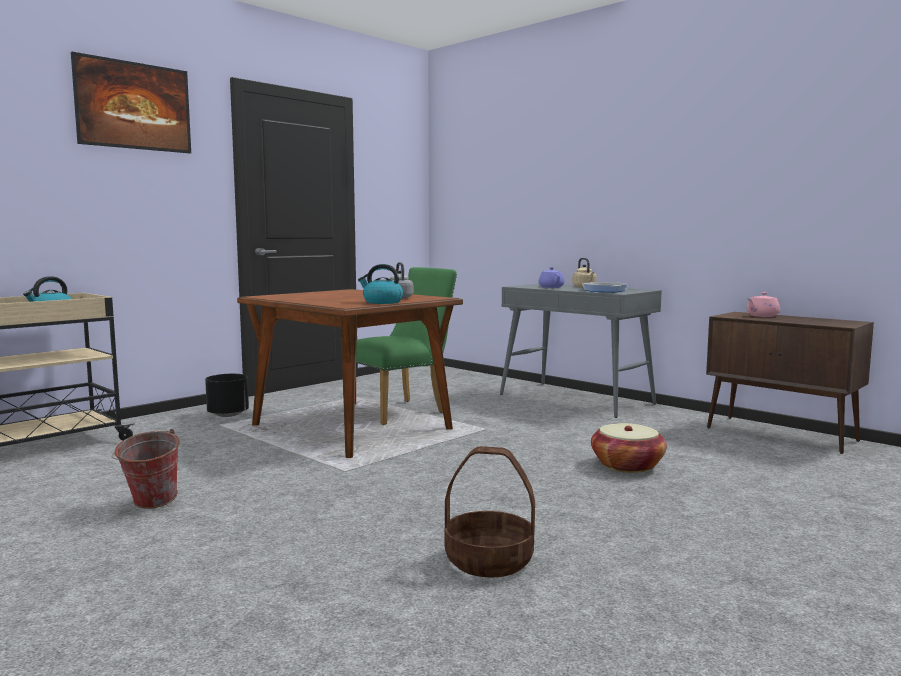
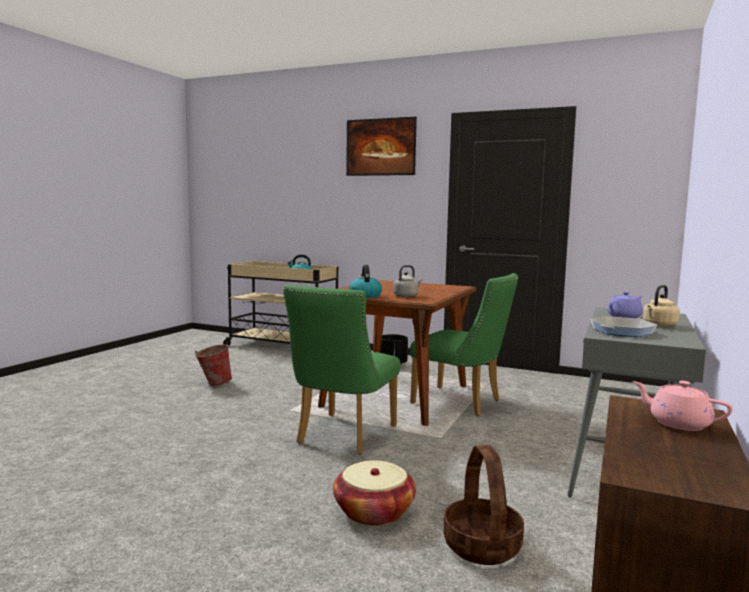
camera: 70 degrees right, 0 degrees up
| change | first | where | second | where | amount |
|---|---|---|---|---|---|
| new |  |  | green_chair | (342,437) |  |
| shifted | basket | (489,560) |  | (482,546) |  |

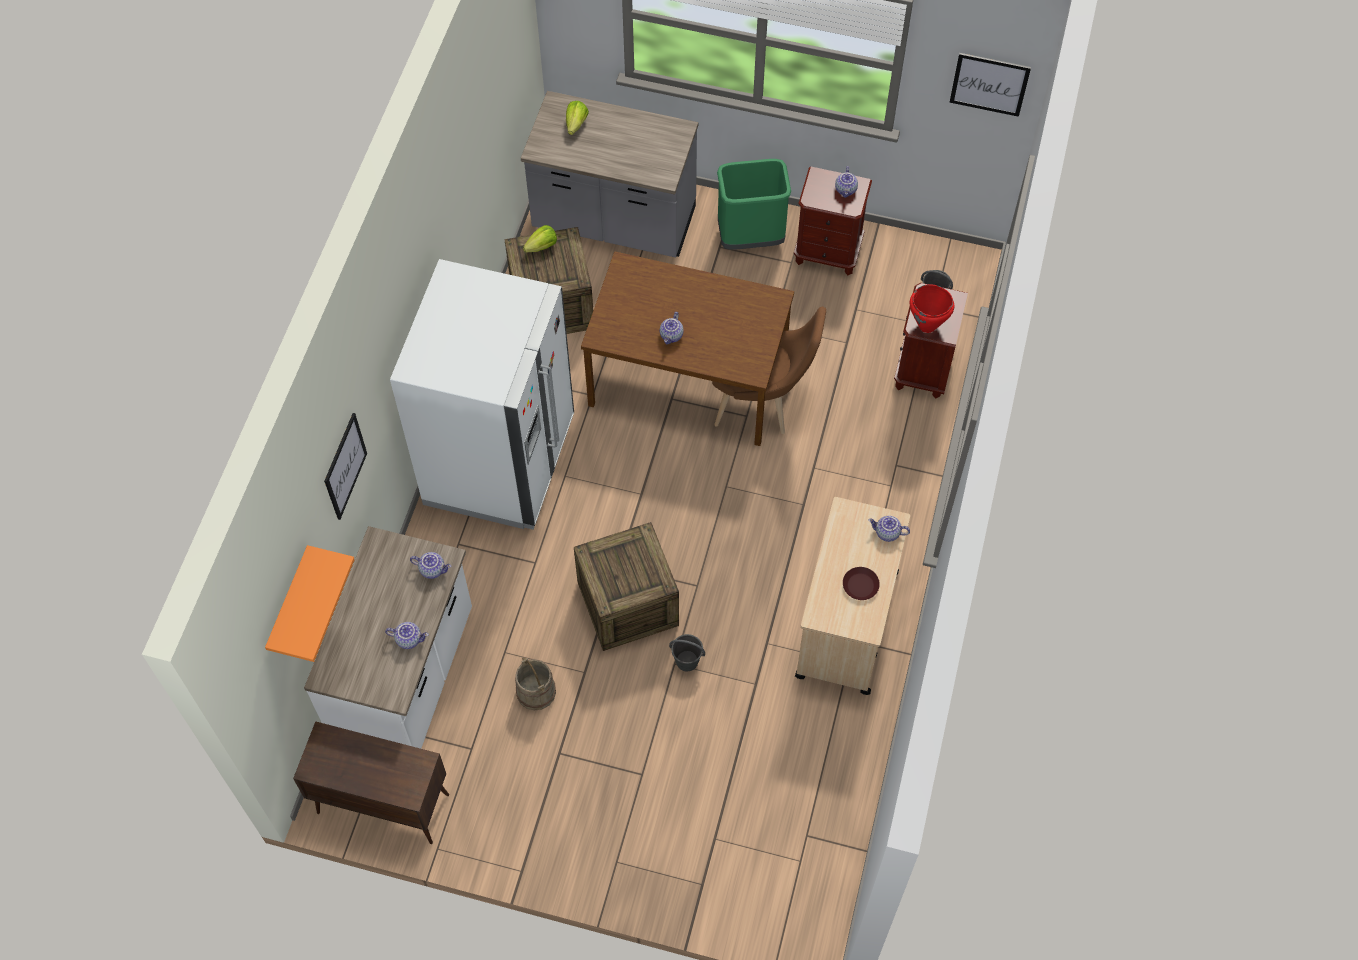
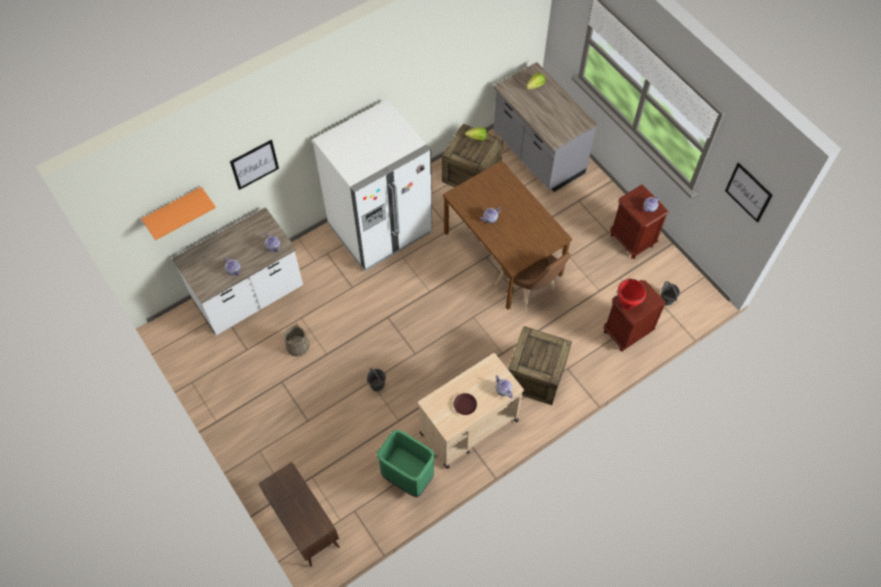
camera: 40 degrees right, 0 degrees up
| change | first | where | second | where | amount |
|---|---|---|---|---|---|
| shifted | brown_cabinet | (382,803) |  | (304,525) |  |
| shifted | green_trash_can | (750,238) |  | (407,477) |  |
| shifted | crate | (628,604) |  | (535,376) |  |

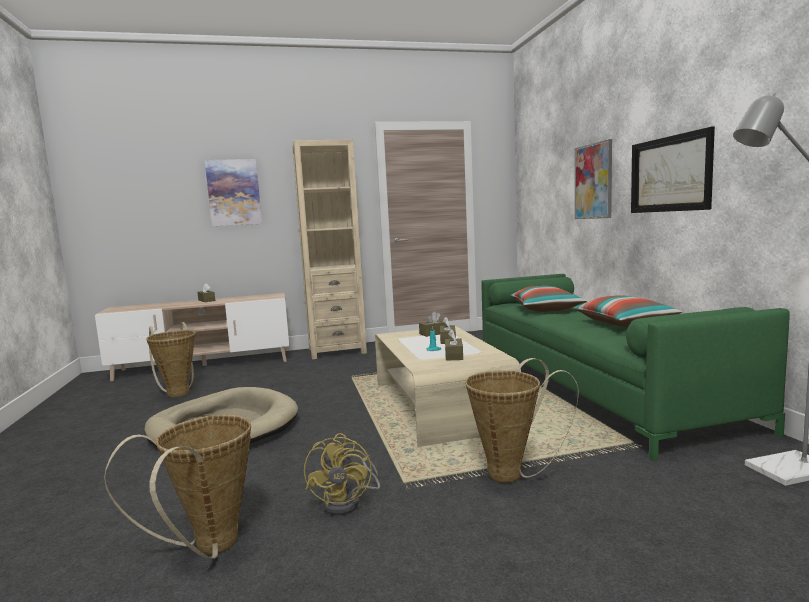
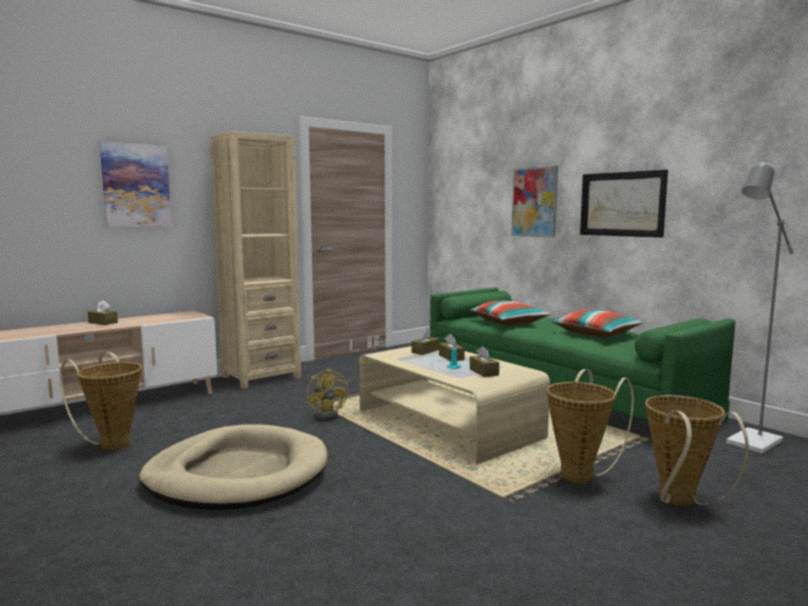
camera: 25 degrees left, 0 degrees up
| change | first | where | second | where | amount |
|---|---|---|---|---|---|
| shifted | yellow_fan | (348,502) |  | (329,415) |  |
| shifted | basket | (208,549) |  | (680,503) |  |

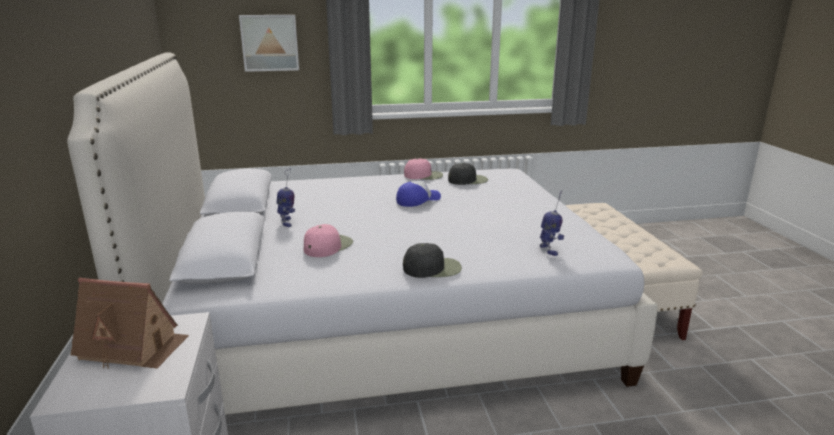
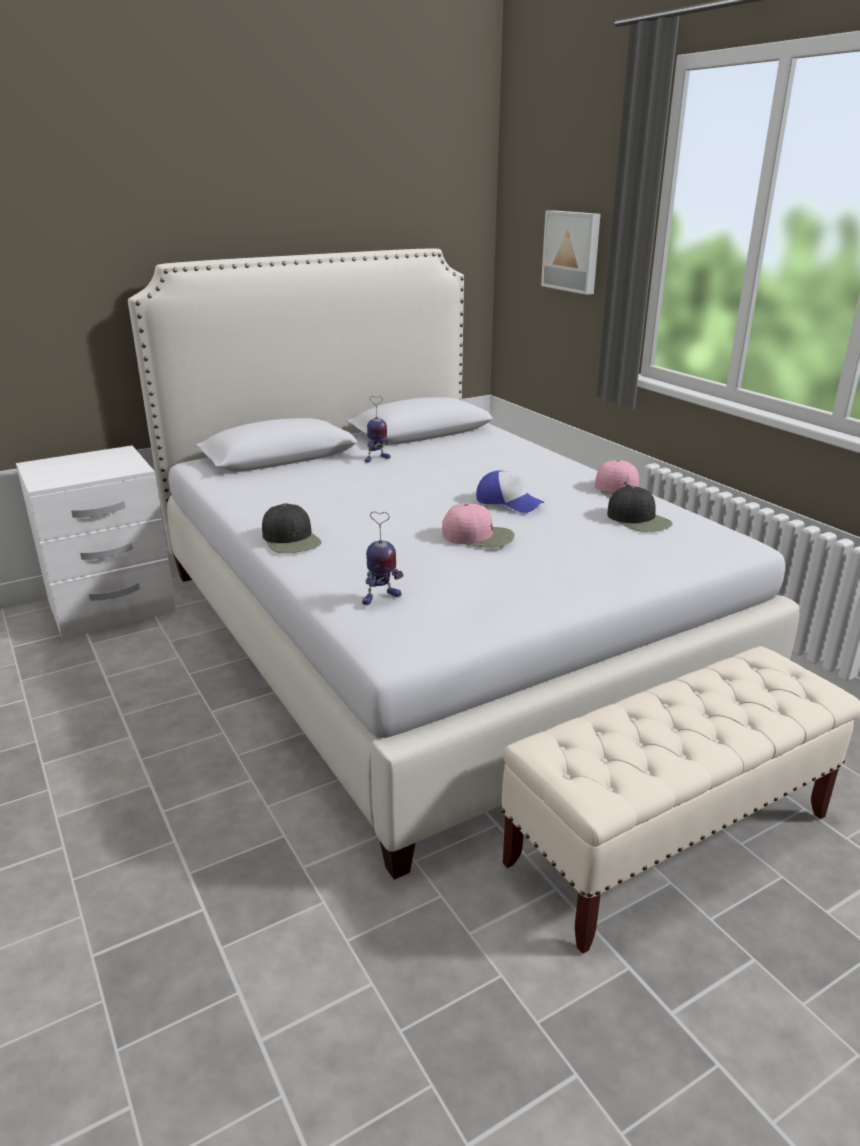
camera: 70 degrees right, 5 degrees up
| change | first | where | second | where | amount |
|---|---|---|---|---|---|
| shifted | pink_cap | (328,246) |  | (479,536) |  |
| gone | toy_house | (133,347) |  |  |  |

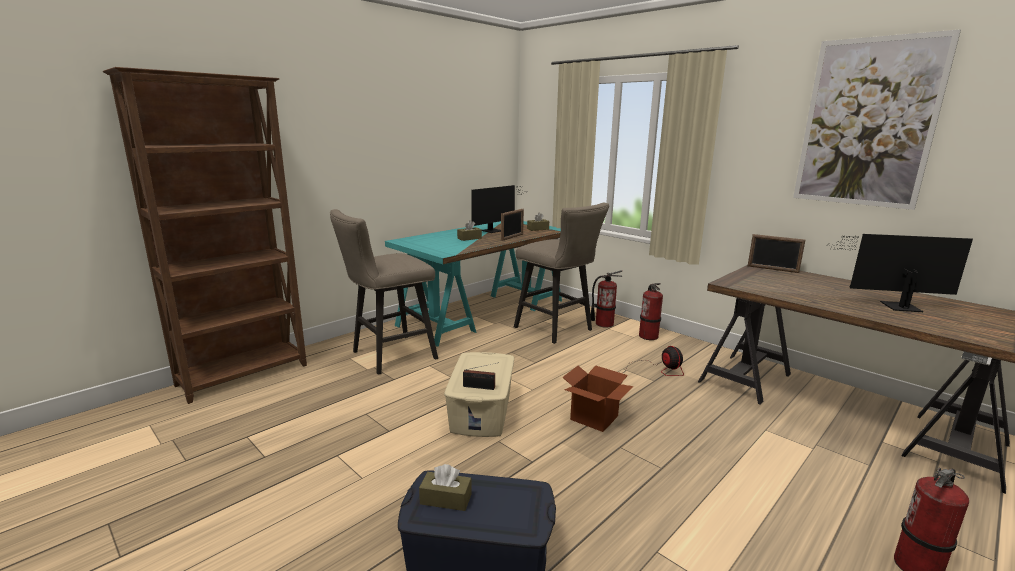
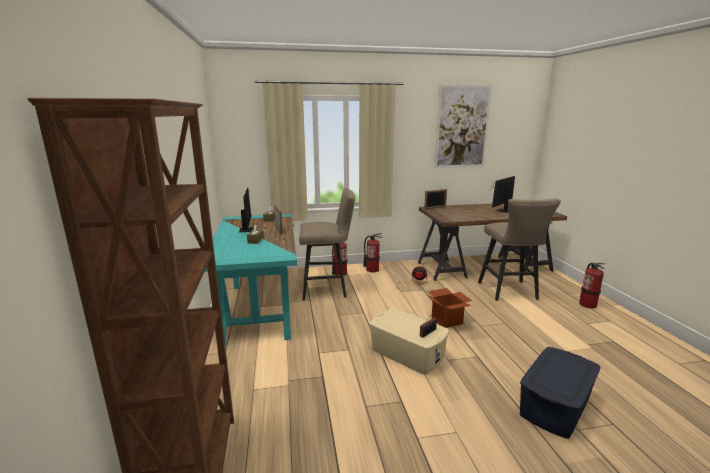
camera: 55 degrees left, 0 degrees up
| change | first | where | second | where | amount |
|---|---|---|---|---|---|
| shifted | beige_stool | (388,356) |  | (509,292) |  |
| gone | brown_tissue_box | (446,499) |  |  |  |

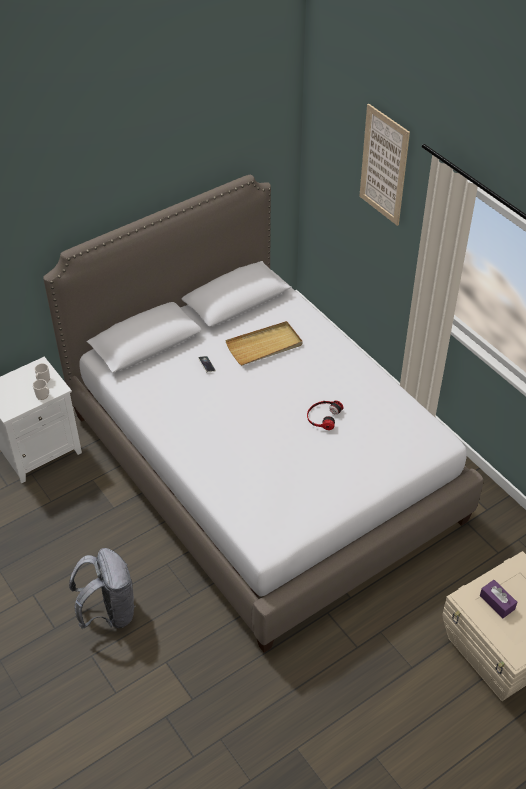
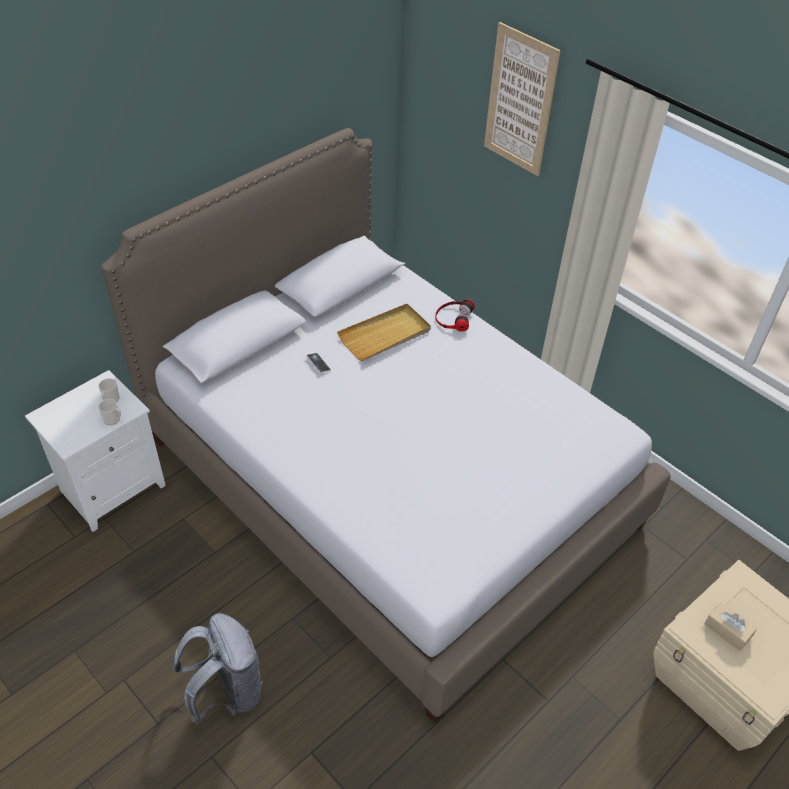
camera: 10 degrees left, 0 degrees up
| change | first | where | second | where | amount |
|---|---|---|---|---|---|
| shifted | headphones | (323,416) |  | (453,318) |  |
| repainted | purple_tissue_box | (497,602) | beige_tissue_box | (727,630) |  |

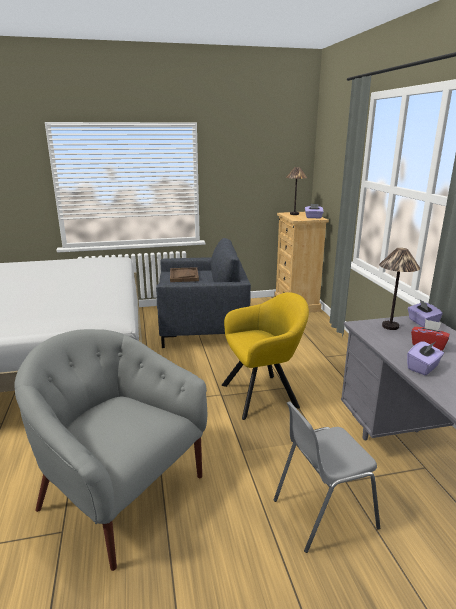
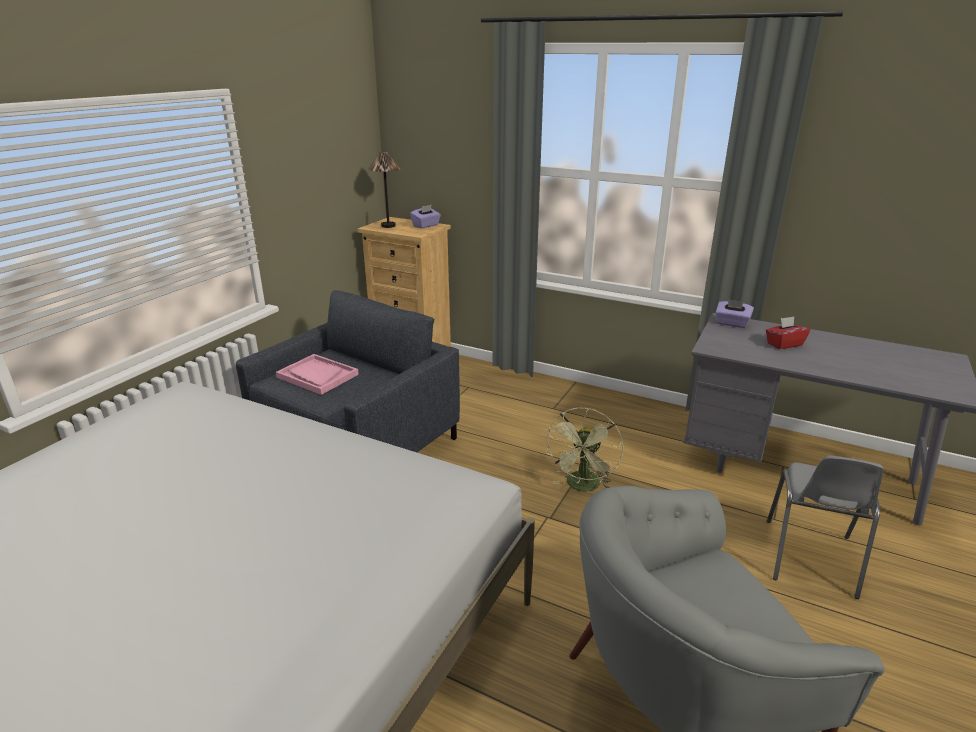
camera: 50 degrees left, 5 degrees up
| change | first | where | second | where | amount |
|---|---|---|---|---|---|
| repainted | brown_tray | (184,276) | pink_tray | (317,376) |  |
| swapped | yellow_armchair | (264,395) | green_fan | (583,487) |  |
| gone | table_lamp | (390,326) |  |  |  |
| gone | purple_tissue_box | (423,367) |  |  |  |

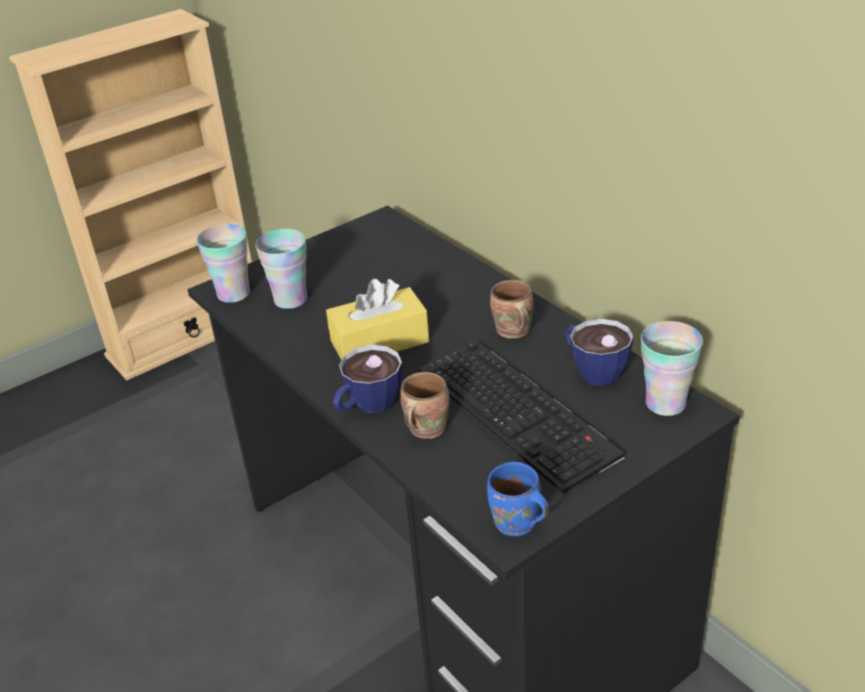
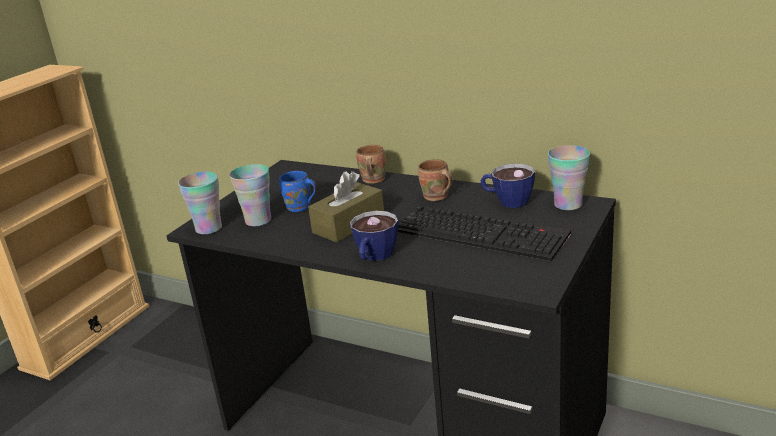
camera: 25 degrees left, 10 degrees down
| change | first | where | second | where | amount |
|---|---|---|---|---|---|
| shifted | blue_mug | (516,525) |  | (299,208) |  |
| repainted | yellow_tissue_box | (379,342) | brown_tissue_box | (349,224) |  |
| shifted | brown_mug | (424,428) |  | (372,180) |  |

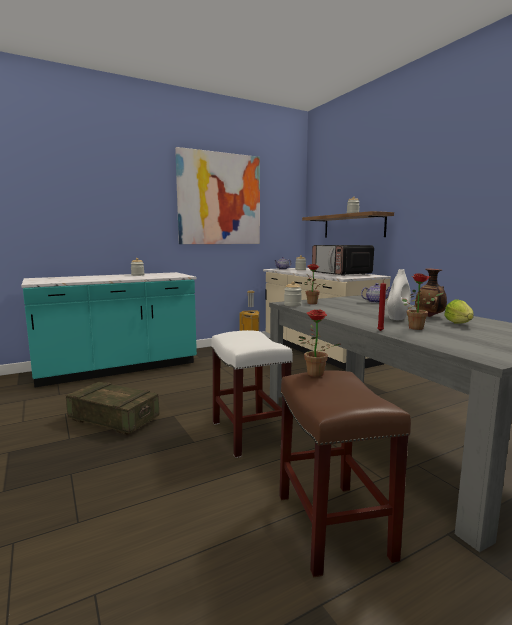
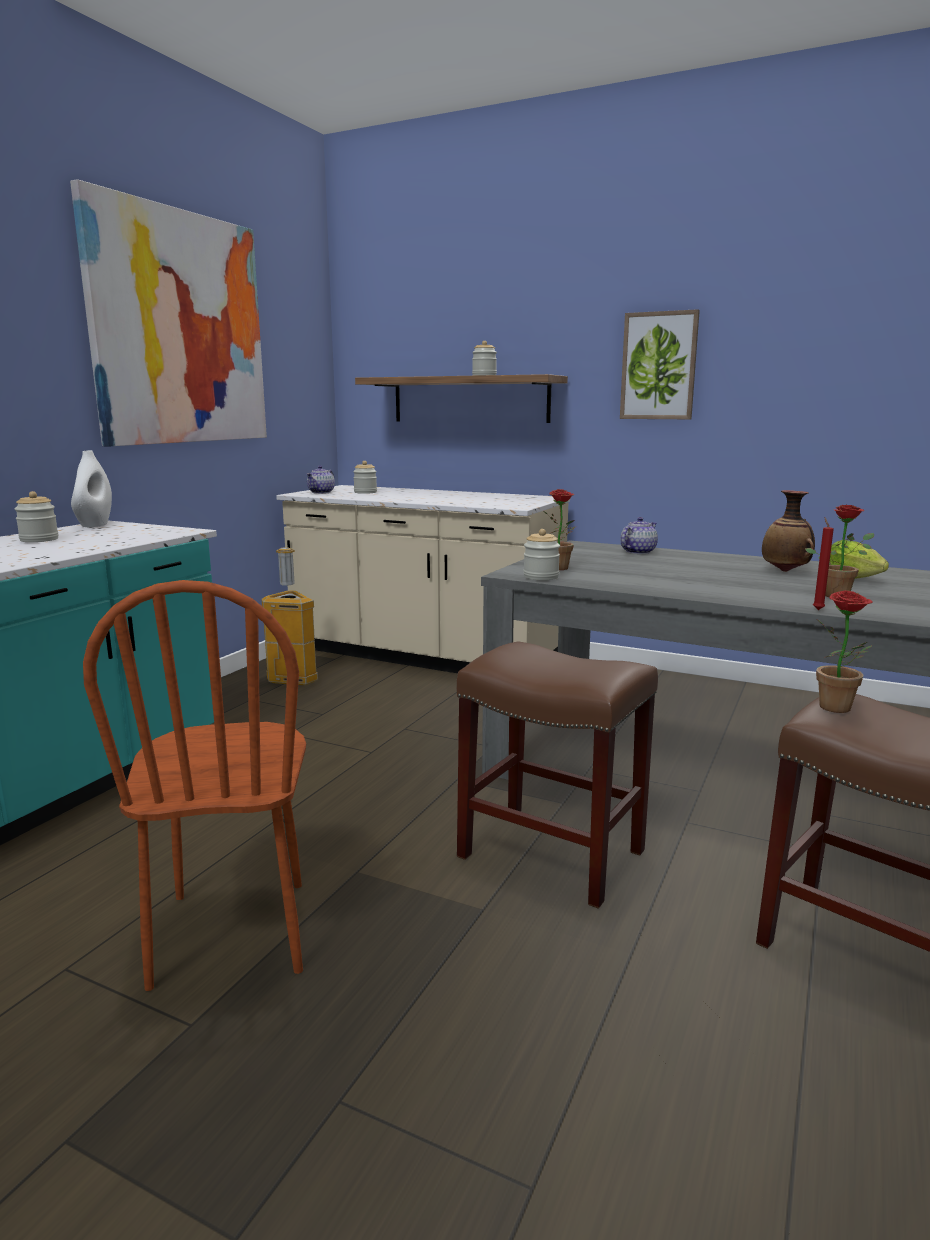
camera: 35 degrees left, 5 degrees up
| change | first | where | second | where | amount |
|---|---|---|---|---|---|
| shifted | white_vase | (397,318) |  | (95,525) |  |
| swapped | crate | (114,419) | brown_chair | (232,932) |  |
| repainted | white_stool | (248,433) | brown_stool | (549,854) |  |
| new |  |  | picture | (659,366) |  |
| gone | microwave | (341,274) |  |  |  |

